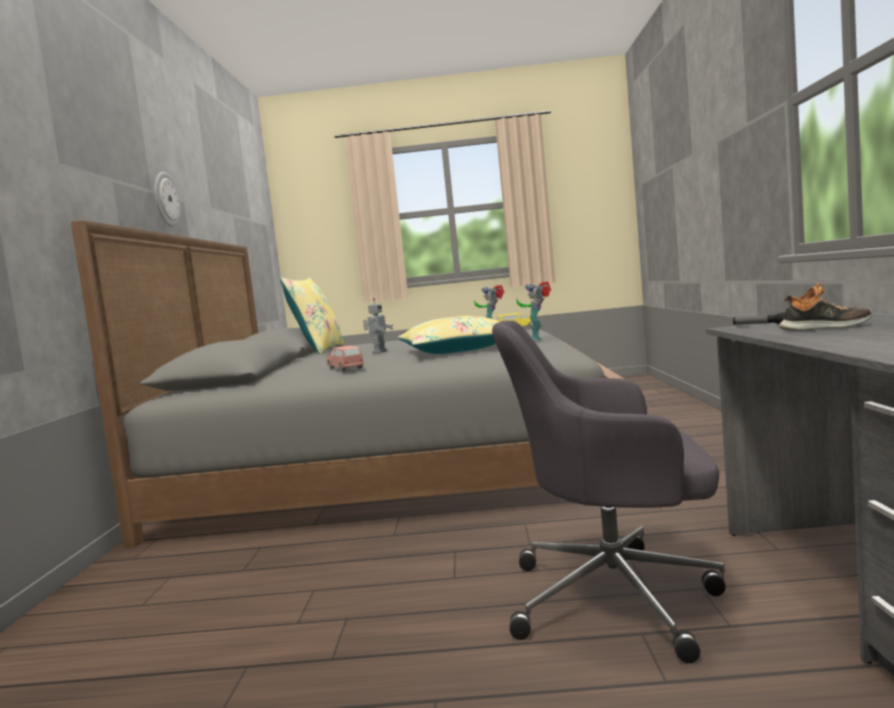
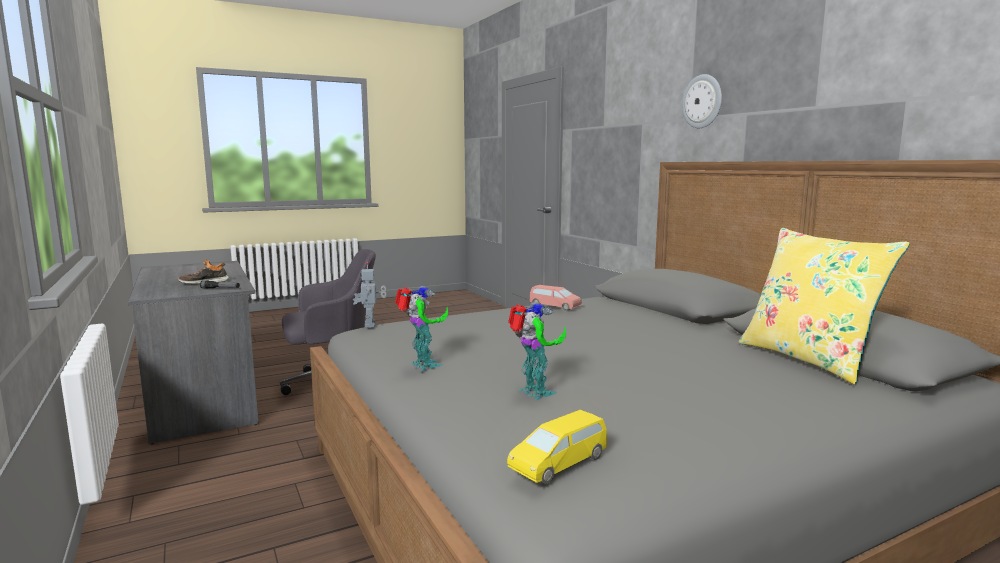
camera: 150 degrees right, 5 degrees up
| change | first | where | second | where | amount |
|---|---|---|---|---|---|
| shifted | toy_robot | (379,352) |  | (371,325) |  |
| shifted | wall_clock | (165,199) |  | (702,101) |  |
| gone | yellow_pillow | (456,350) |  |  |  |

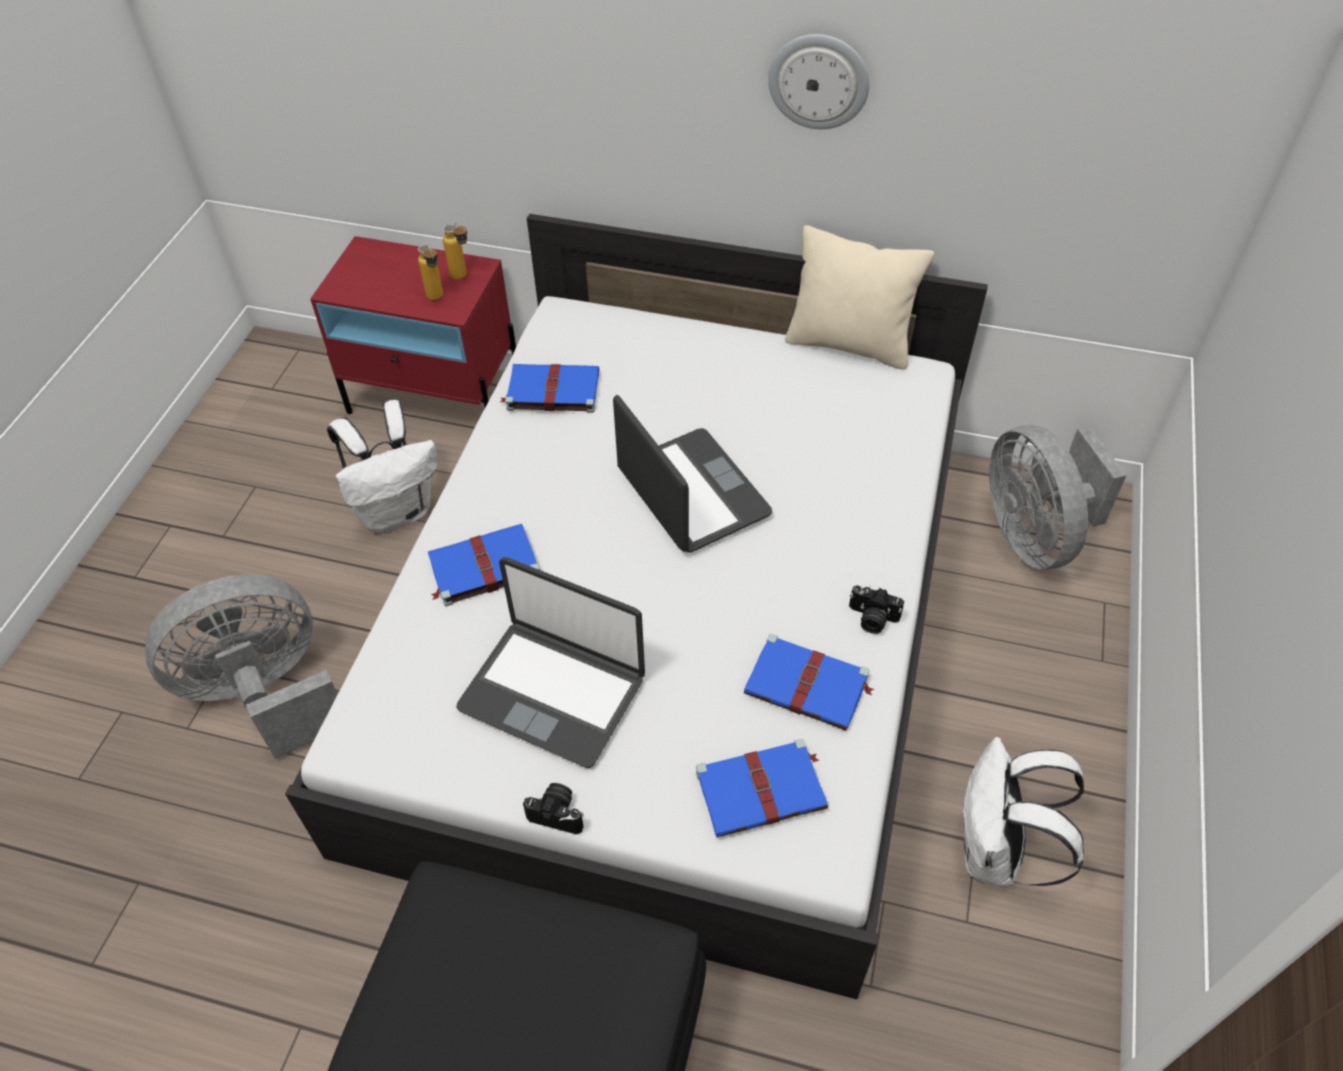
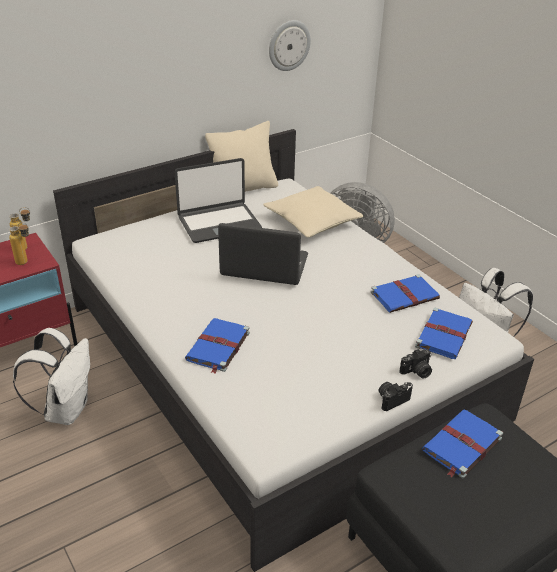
camera: 50 degrees left, 15 degrees down
| change | first | where | second | where | amount |
|---|---|---|---|---|---|
| shifted | laptop | (553,692) |  | (219,223) |  |
| new |  |  | beige_pillow | (312,222) |  |
| shifted | wall_clock | (818,81) |  | (288,45) |  |
| shifted | photo_camera | (871,619) |  | (417,372) |  |
| shifted | blue_book | (551,390) |  | (461,445) |  |
| gone | grey_fan | (266,694) |  |  |  |

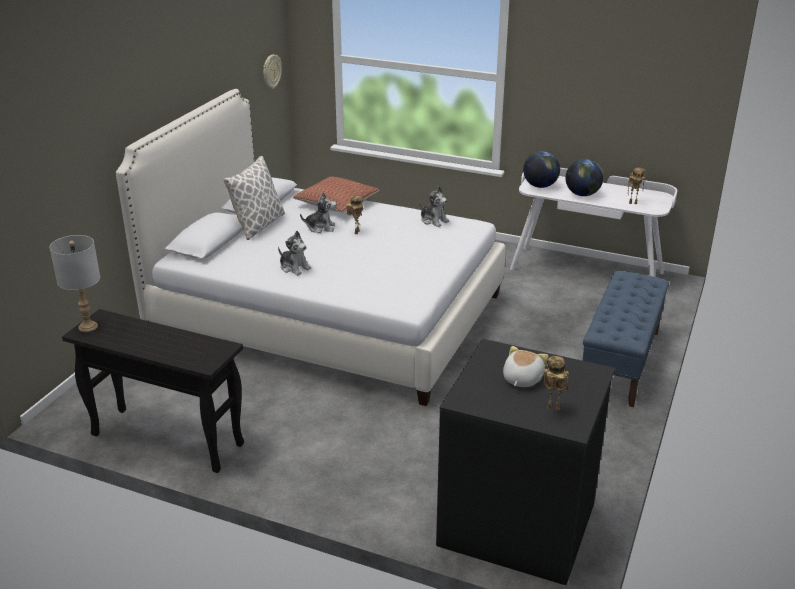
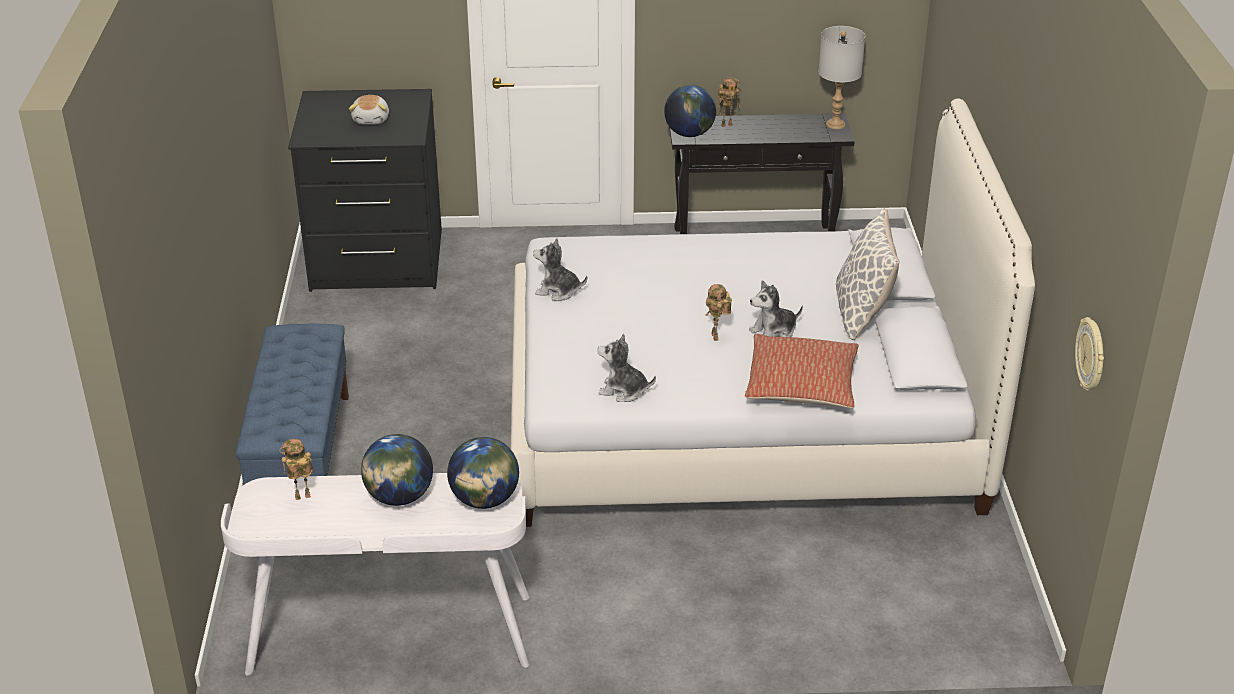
camera: 155 degrees right, 5 degrees up
| change | first | where | second | where | amount |
|---|---|---|---|---|---|
| shifted | plush_toy | (294,267) |  | (558,291) |  |
| new |  |  | globe | (689,134) |  |
| shifted | toy_robot | (552,408) |  | (727,124) |  |

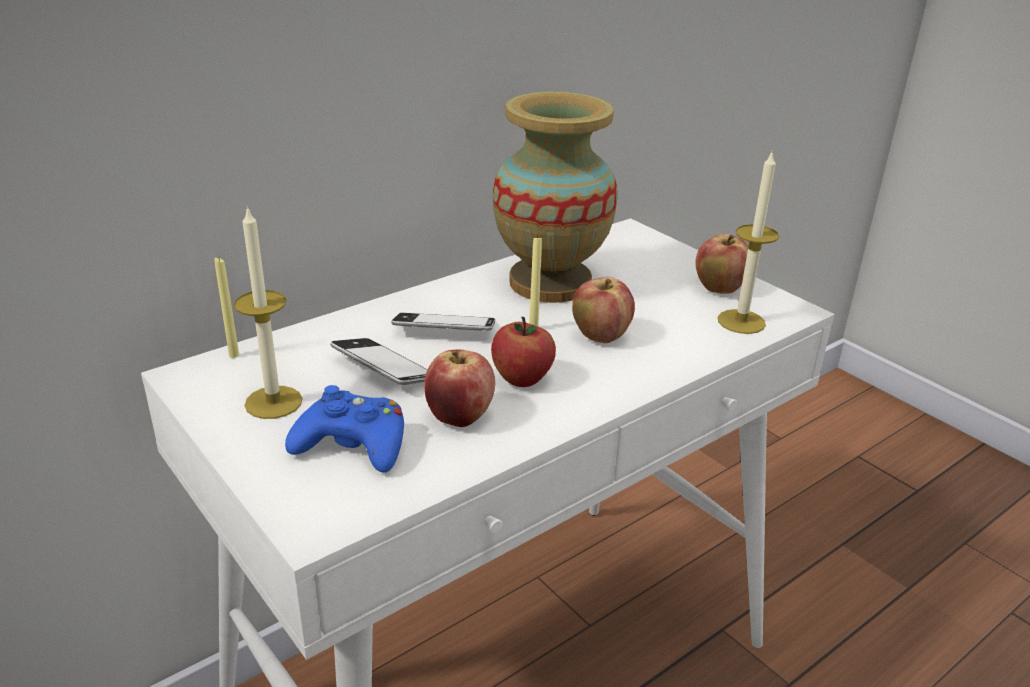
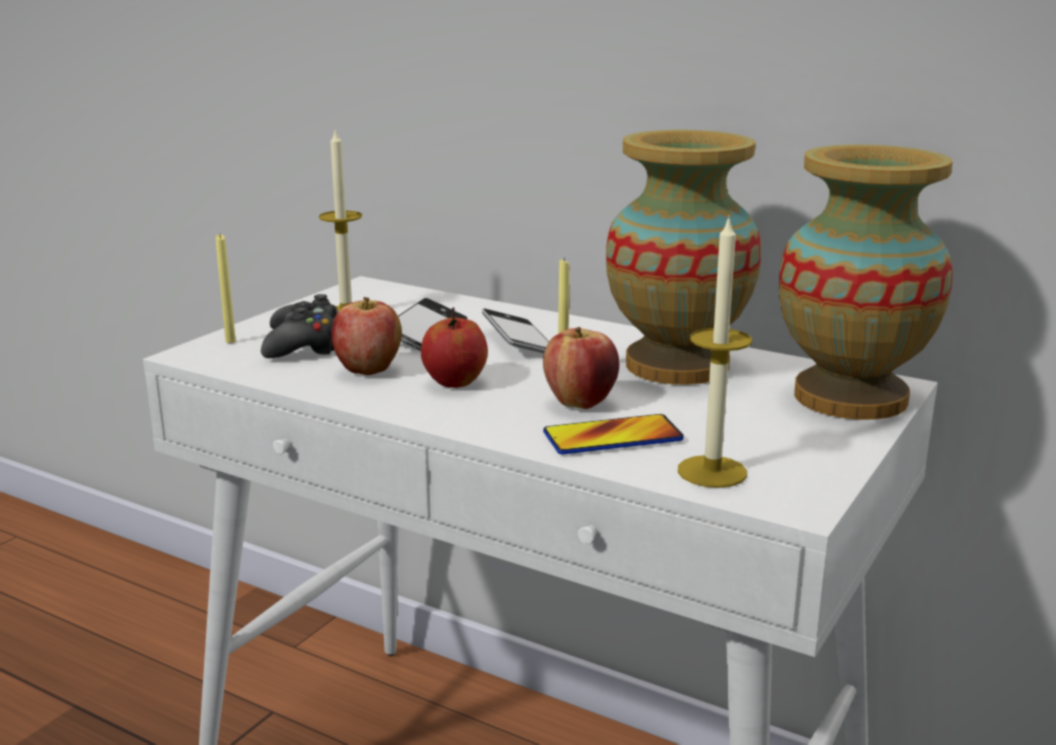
camera: 70 degrees right, 10 degrees down
| change | first | where | second | where | amount |
|---|---|---|---|---|---|
| shifted | yellow_candle | (234,355) |  | (230,341) |  |
| repainted | blue_game_controller | (353,444) | black_game_controller | (303,345) |  |
| new |  |  | phone | (612,437) |  |
| new |  |  | vase | (851,398) |  |
| gone | apple | (718,289) |  |  |  |

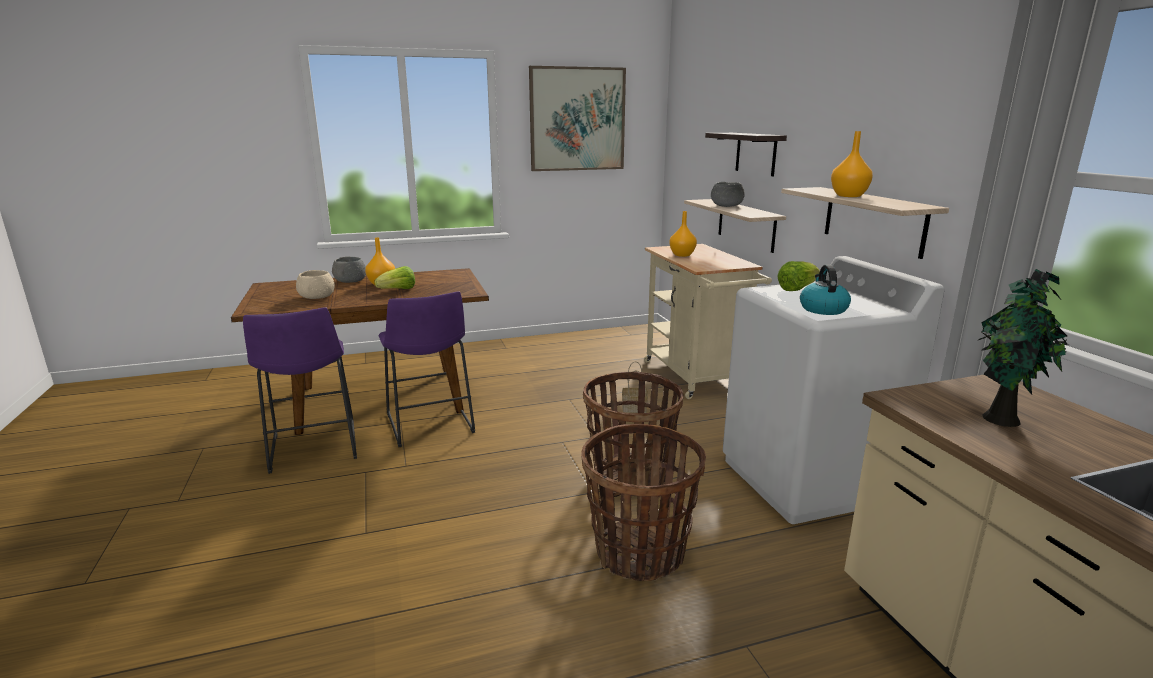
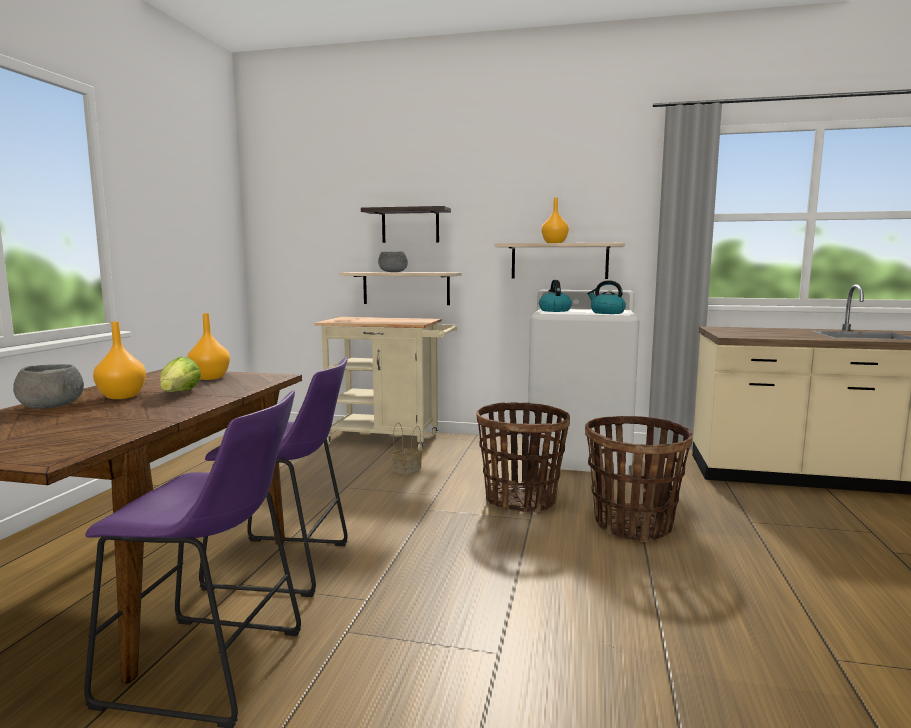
camera: 60 degrees left, 10 degrees down
| change | first | where | second | where | amount |
|---|---|---|---|---|---|
| shifted | orange_vase | (682,255) |  | (211,378) |  |
| swapped | lettuce | (797,289) | kettle | (554,310) |  |
| gone | beige_bowl | (316,297) |  |  |  |
| gone | picture | (577,119) |  |  |  |
| gone | potted_plant | (1002,420) |  |  |  |

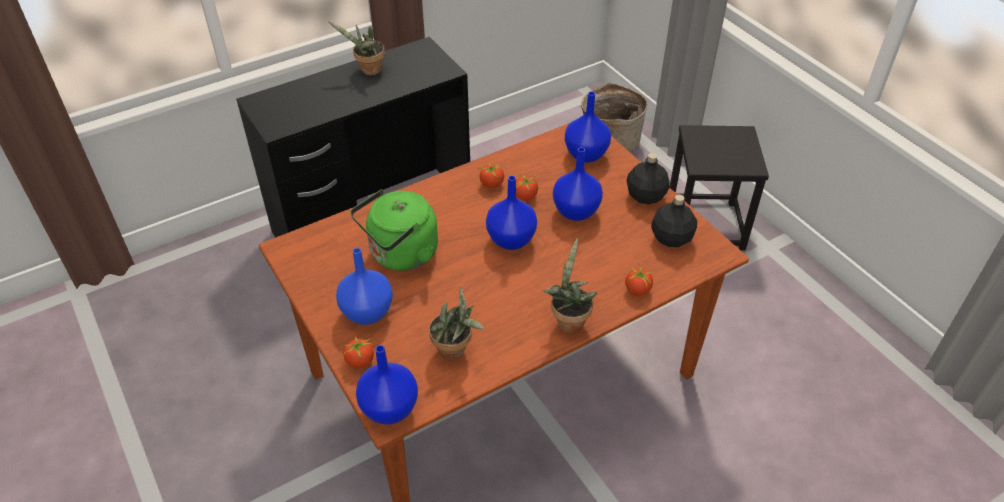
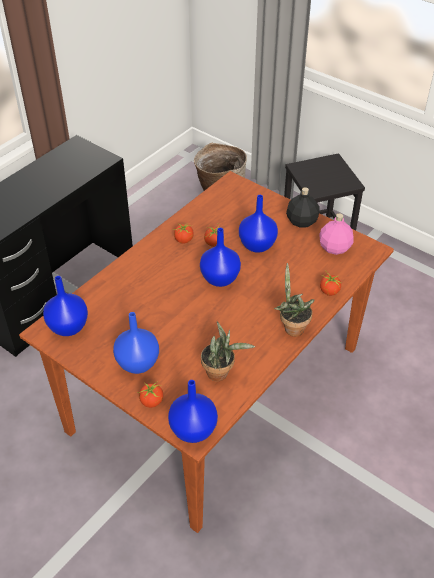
camera: 20 degrees left, 0 degrees up
| change | first | where | second | where | amount |
|---|---|---|---|---|---|
| shifted | blue_vase | (586,154) |  | (69,326) |  |
| repainted | black_bottle | (672,238) | pink_bottle | (335,248) |  |
| gone | potted_plant | (368,71) |  |  |  |
| gone | green_kettle | (400,255) |  |  |  |

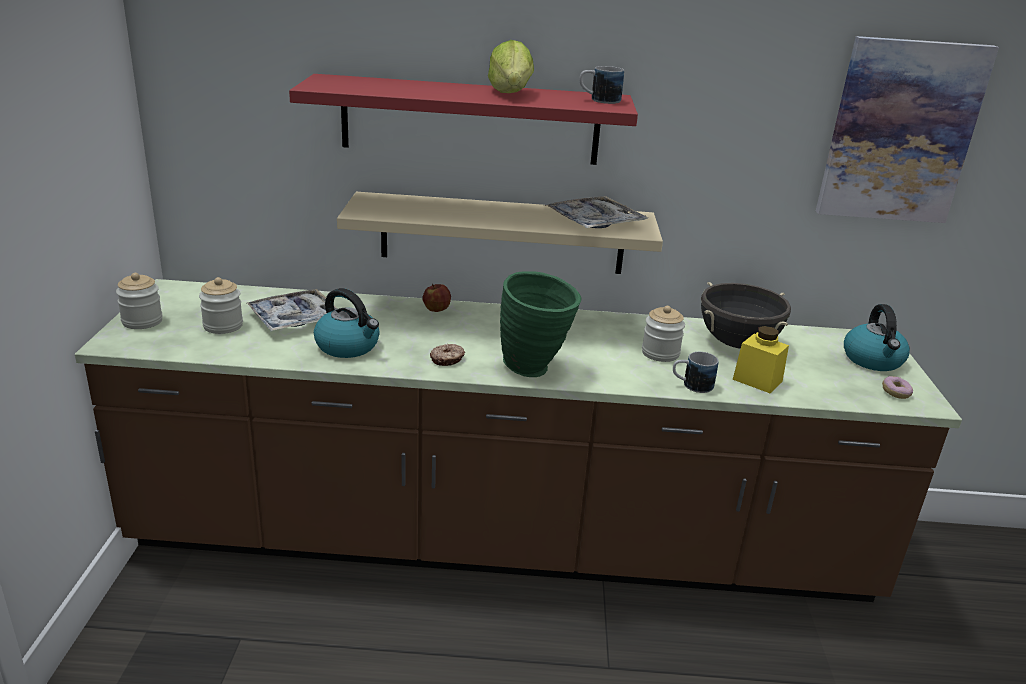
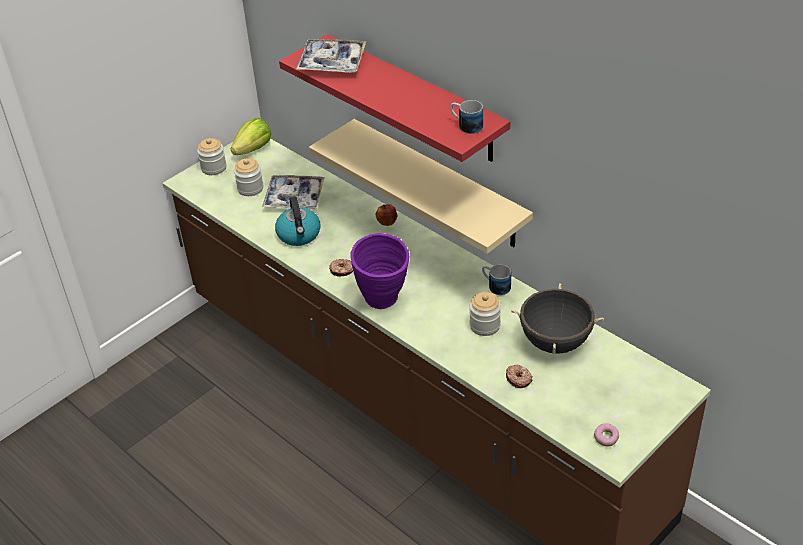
camera: 45 degrees right, 15 degrees up
| change | first | where | second | where | amount |
|---|---|---|---|---|---|
| shifted | lettuce | (510,93) |  | (253,149) |  |
| shifted | tray | (594,222) |  | (332,63) |  |
| repainted | green_vase | (536,370) | purple_vase | (384,303) |  |
| shifted | mug | (691,385) |  | (495,286) |  |
| swapped | yellow_jar | (757,380) | donut | (518,379) |  |
| gone | picture | (900,132) |  |  |  |
| gone | kettle | (873,360) |  |  |  |

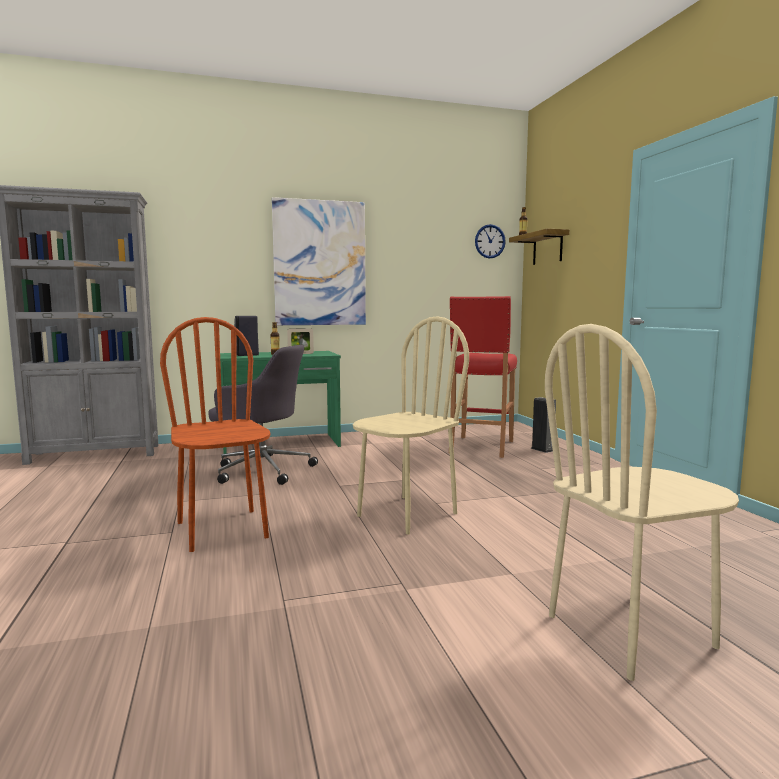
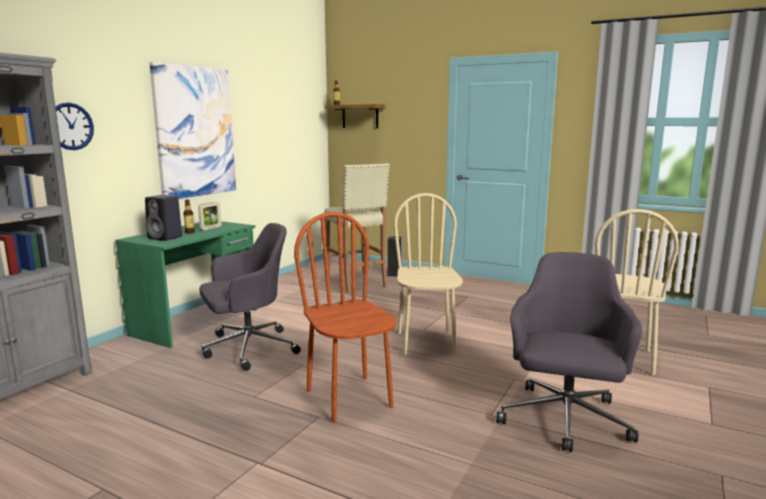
camera: 45 degrees left, 5 degrees up
| change | first | where | second | where | amount |
|---|---|---|---|---|---|
| shifted | wall_clock | (490,241) |  | (70,126) |  |
| rotated | brown_chair | (223,530) |  | (349,398) | 45 degrees clockwise |
| repainted | red_stool | (481,447) | beige_stool | (356,283) |  |
| new |  |  | grey_office_chair | (564,420) |  |

